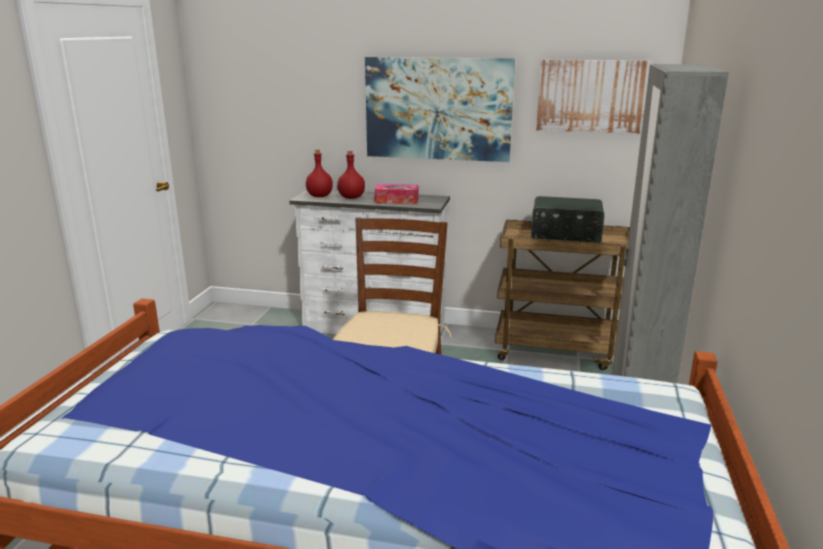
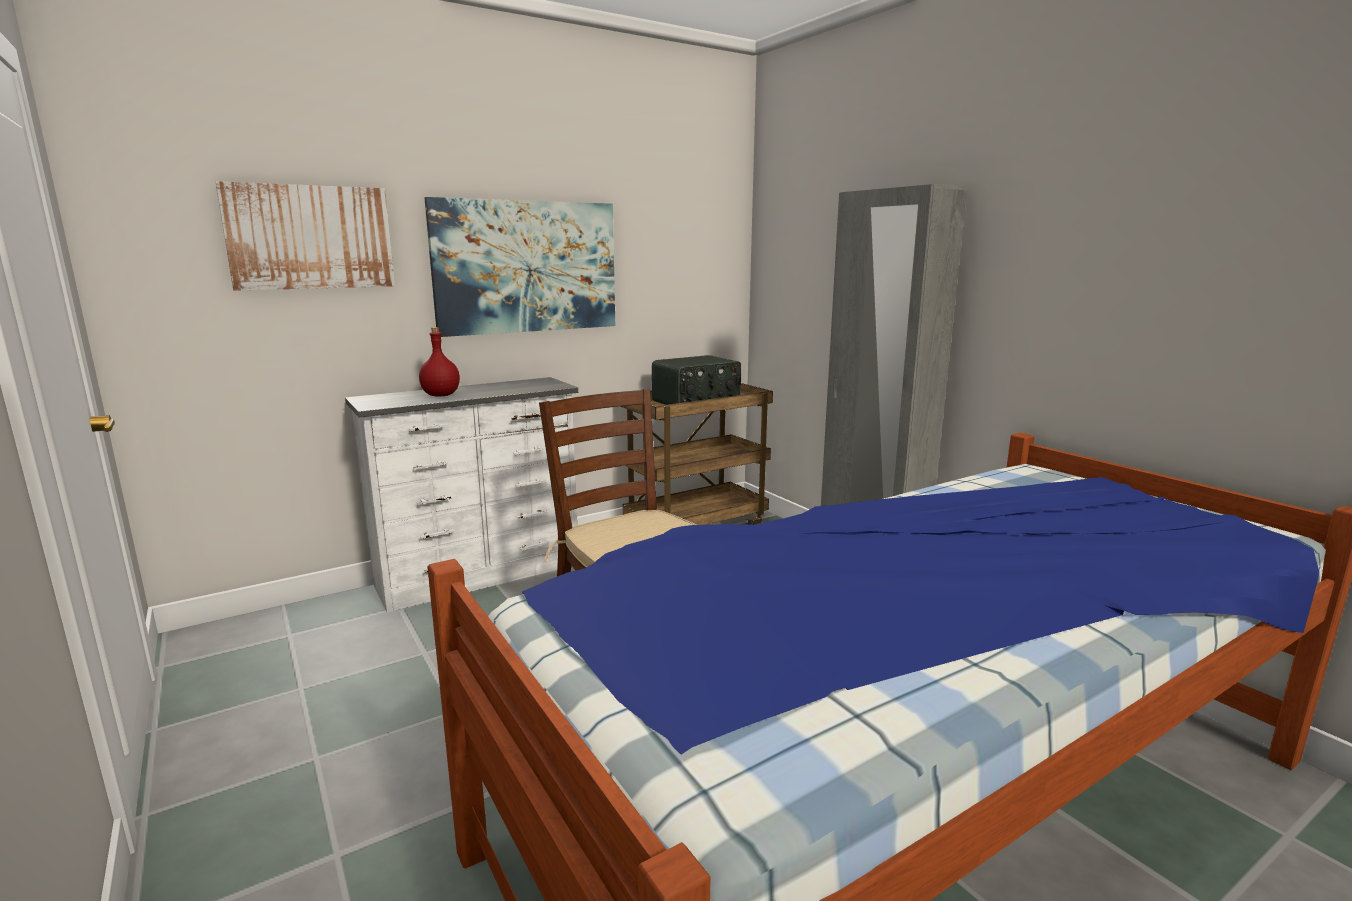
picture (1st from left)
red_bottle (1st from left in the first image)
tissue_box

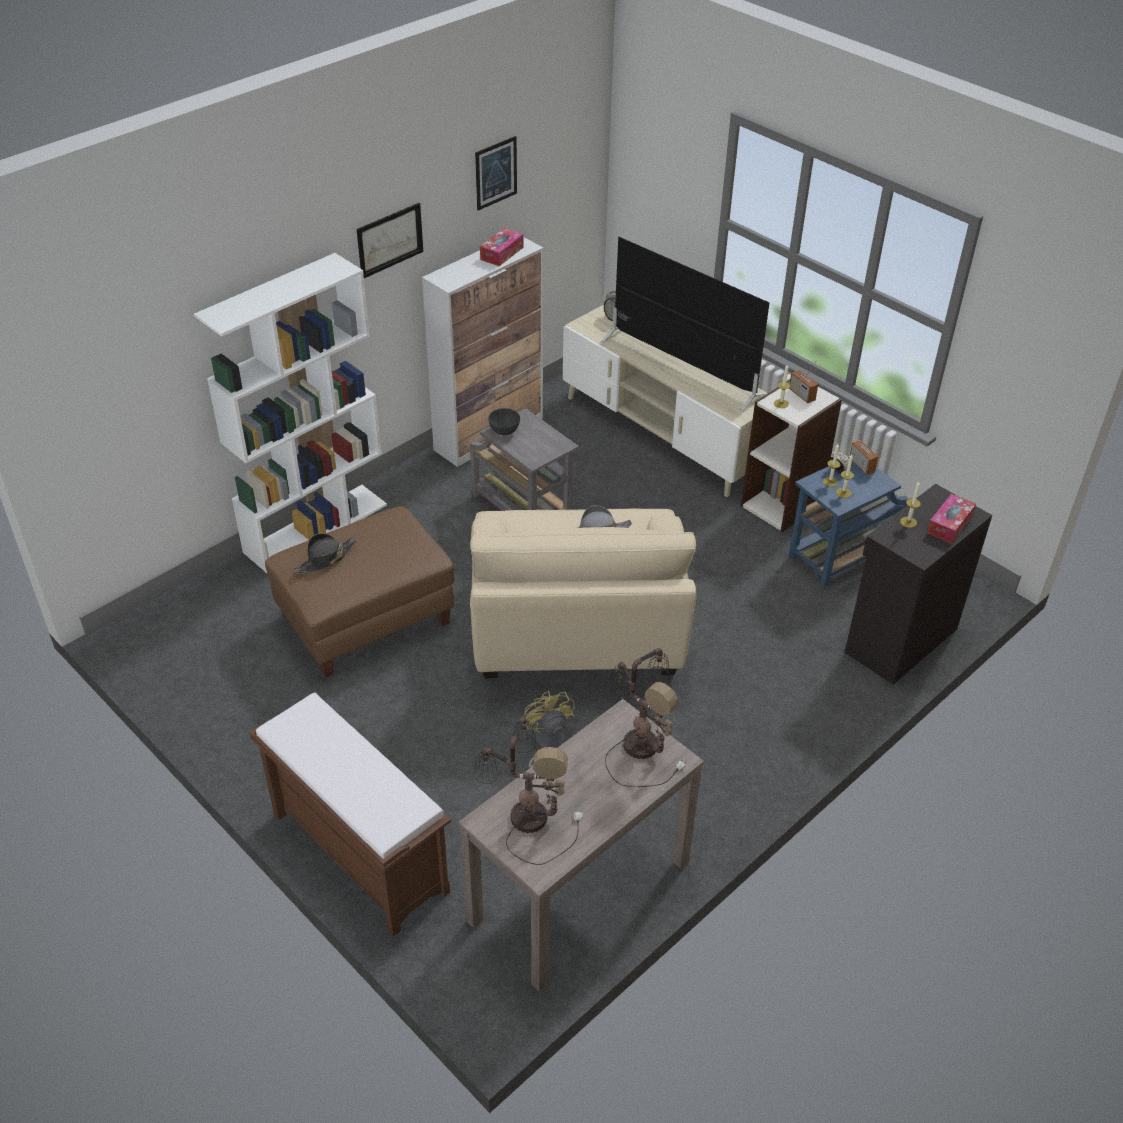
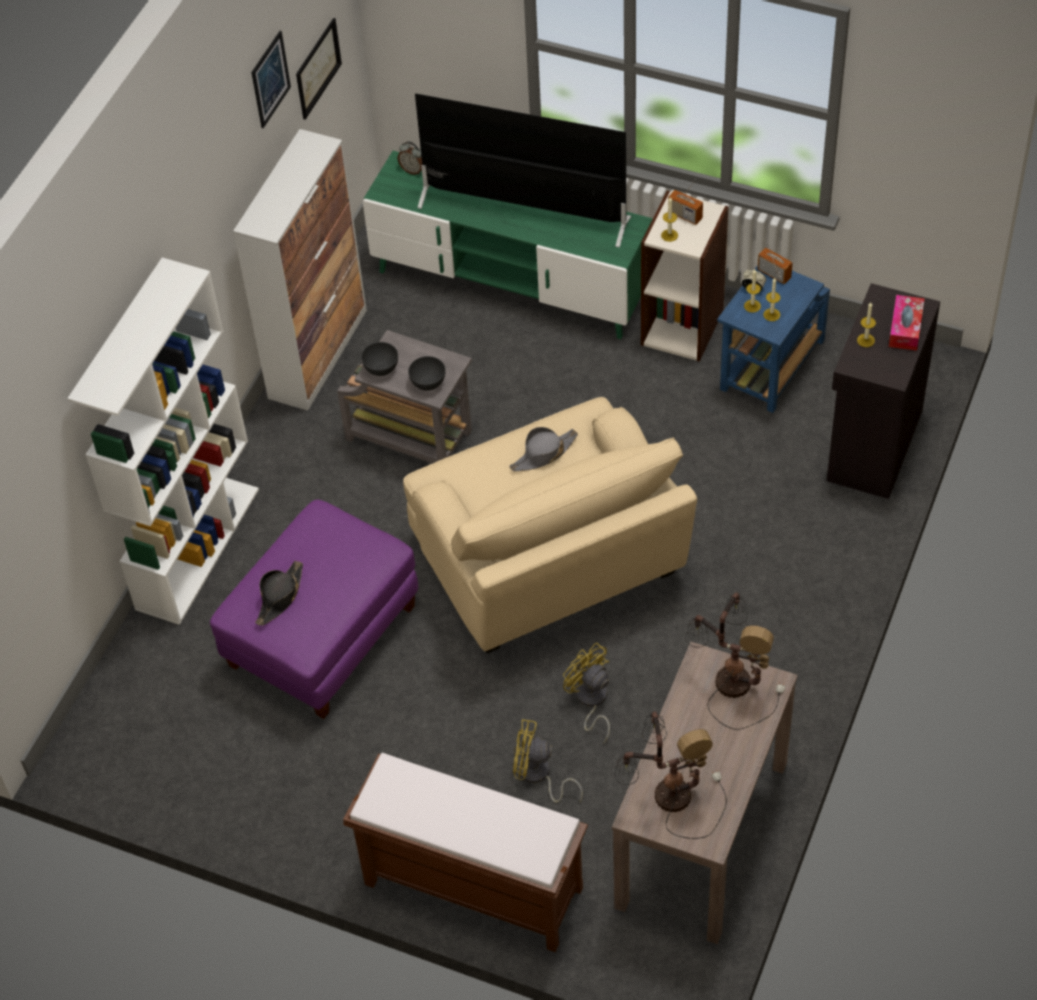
purple_ottoman
picture (2nd from left)
green_tv_stand
grey_bowl (2nd from left)
yellow_fan (1st from left)
tissue_box (1st from left in the first image)

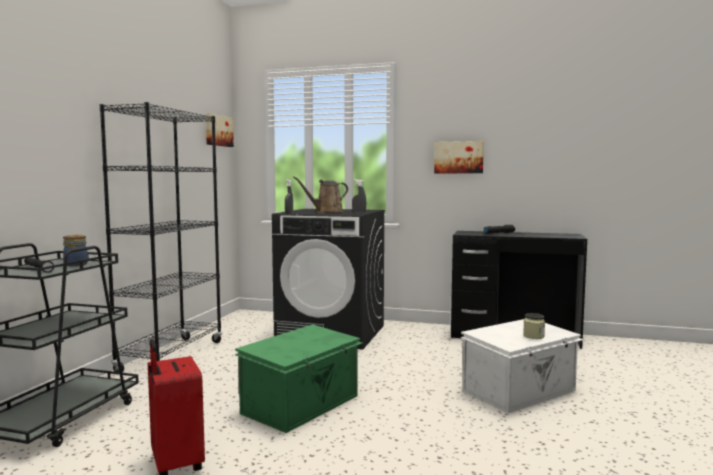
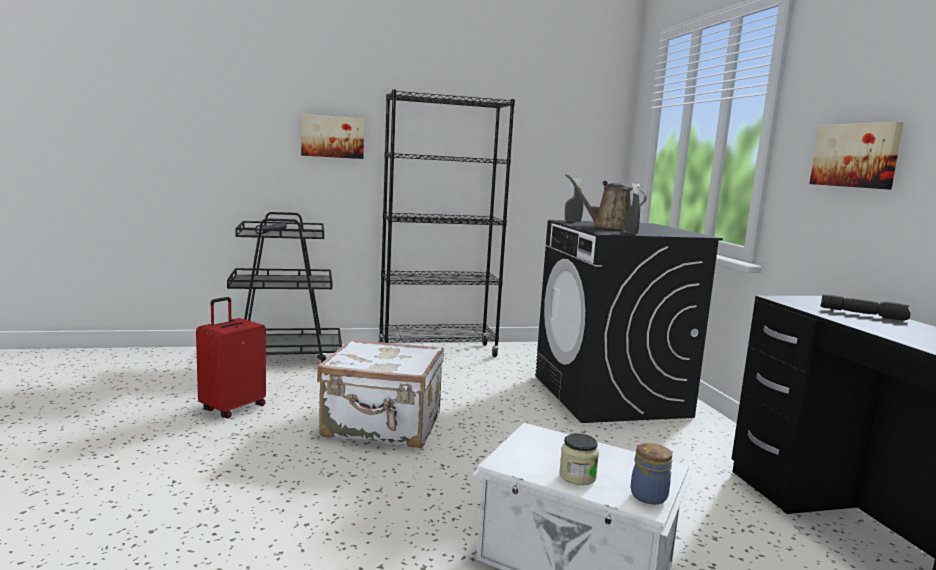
picture (1st from left)
white_suitcase
jar (2nd from left)

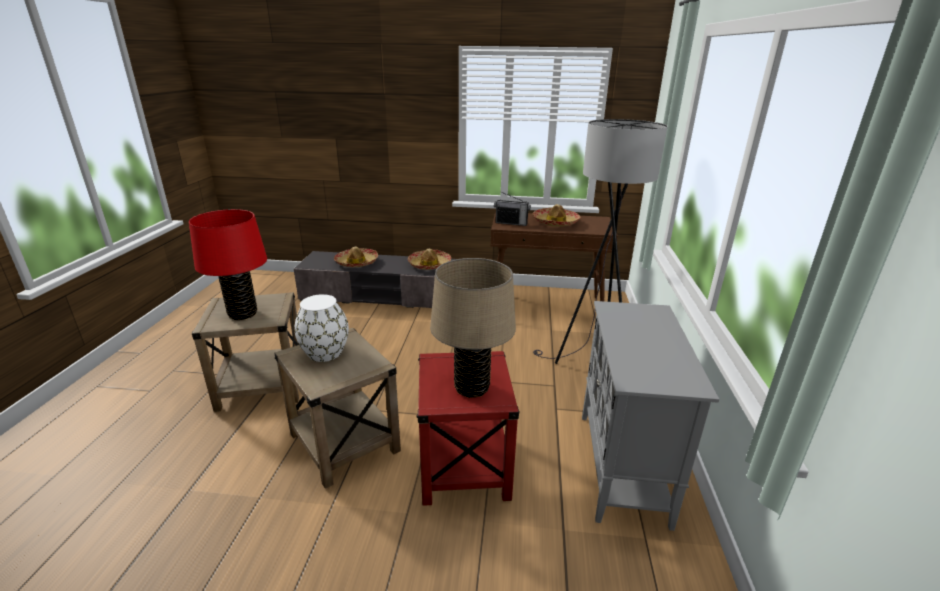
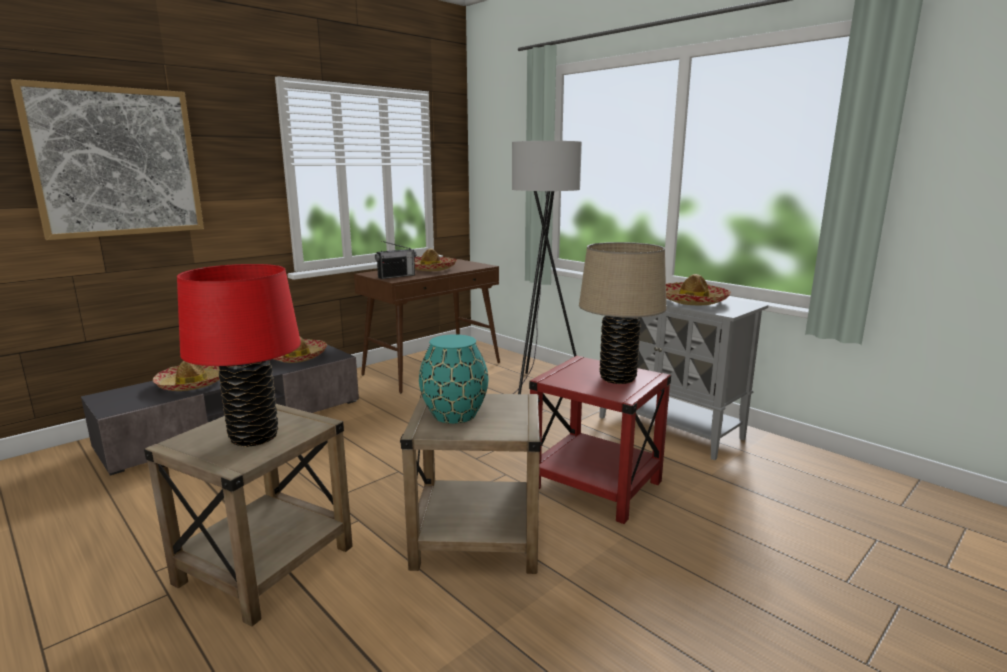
picture
turquoise_vase
hat (4th from left)

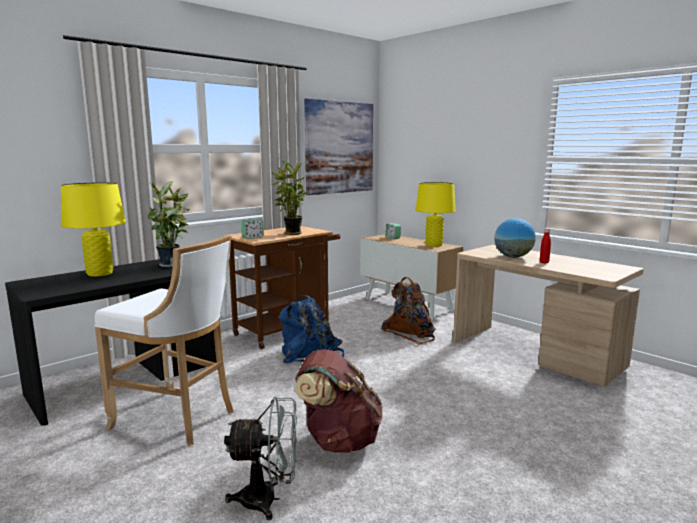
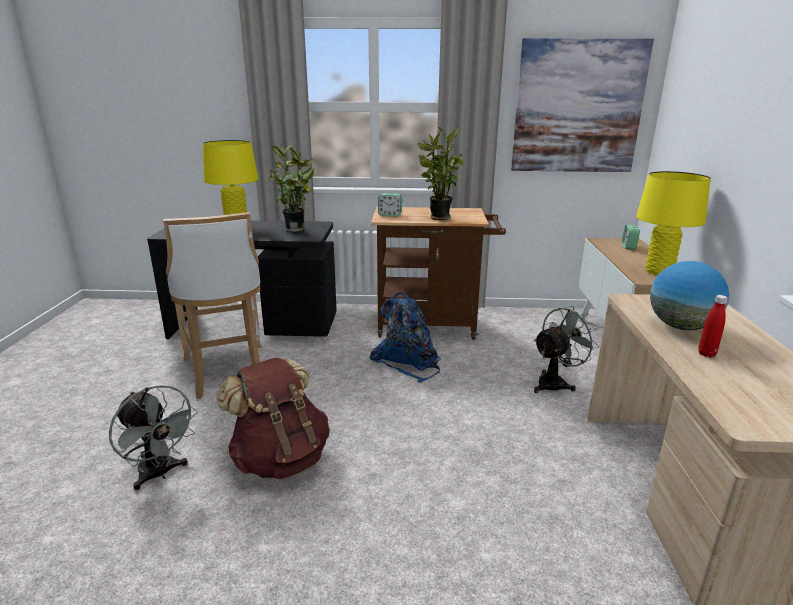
grey_fan (2nd from left)

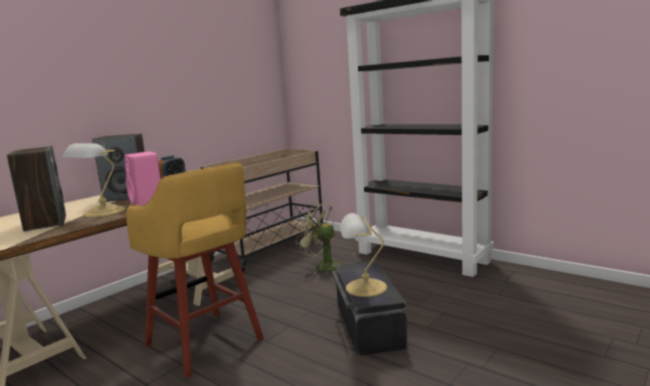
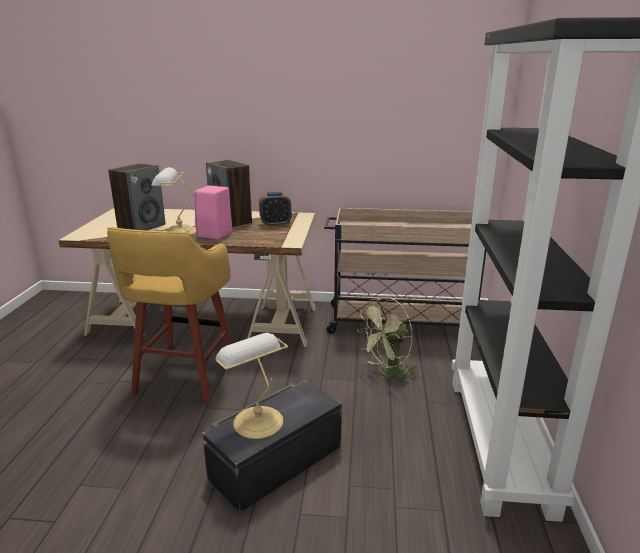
green_fan

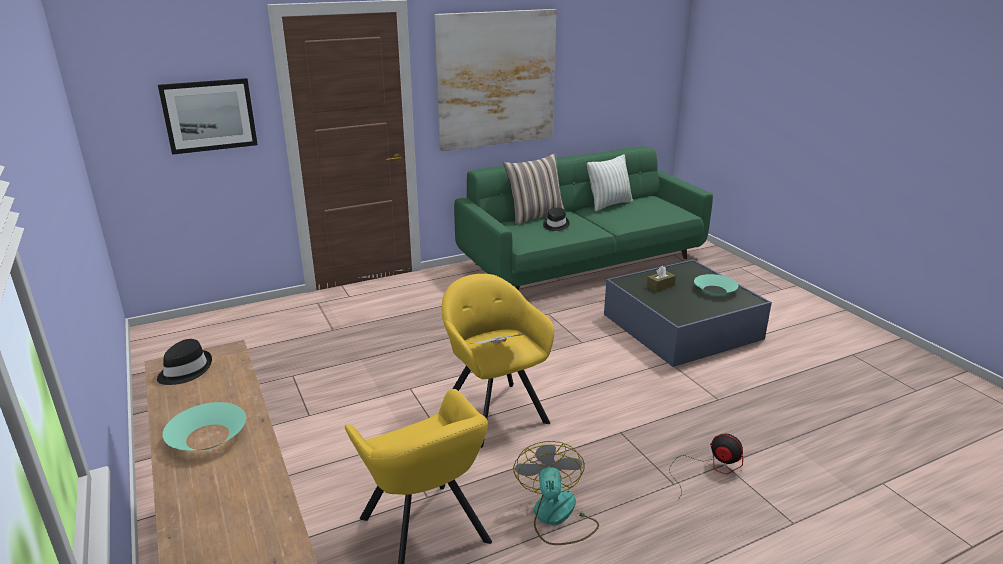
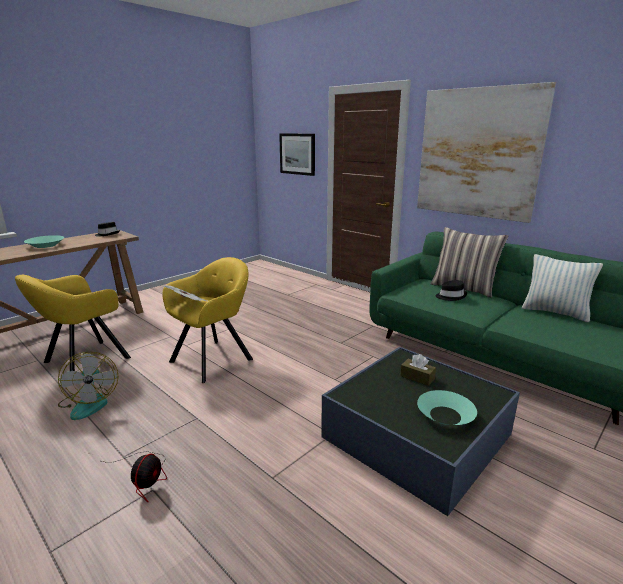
fan (1st from left)

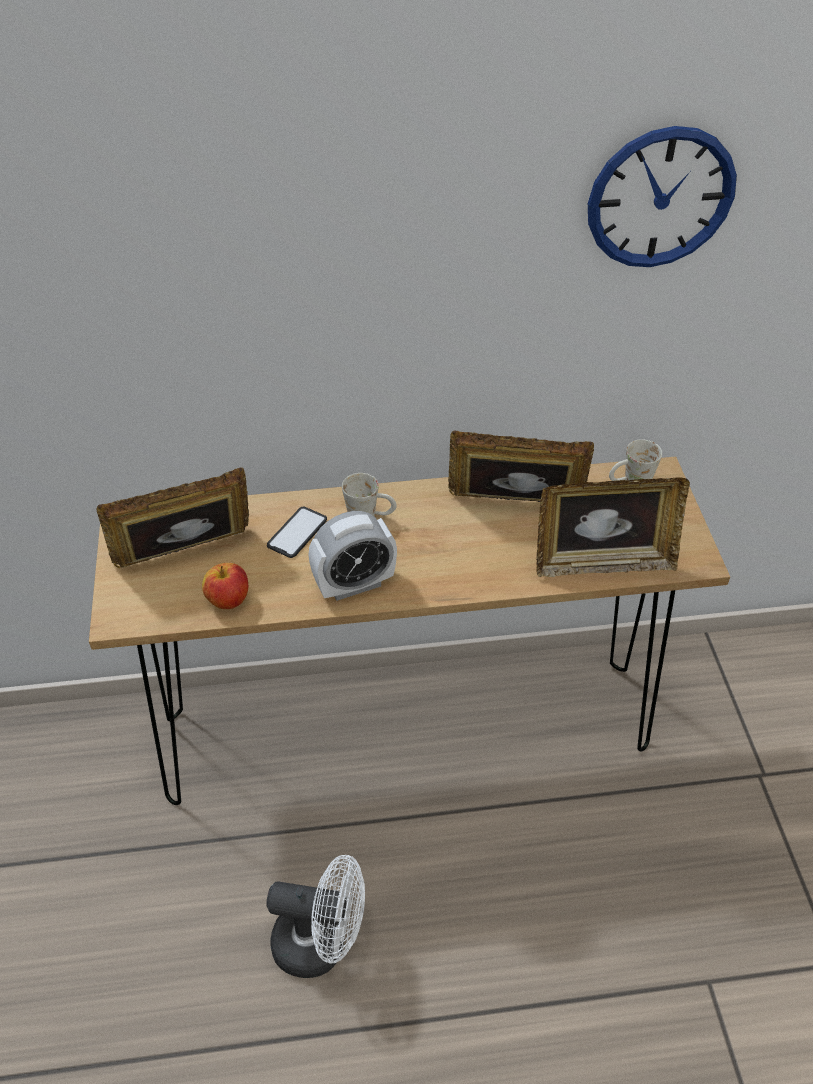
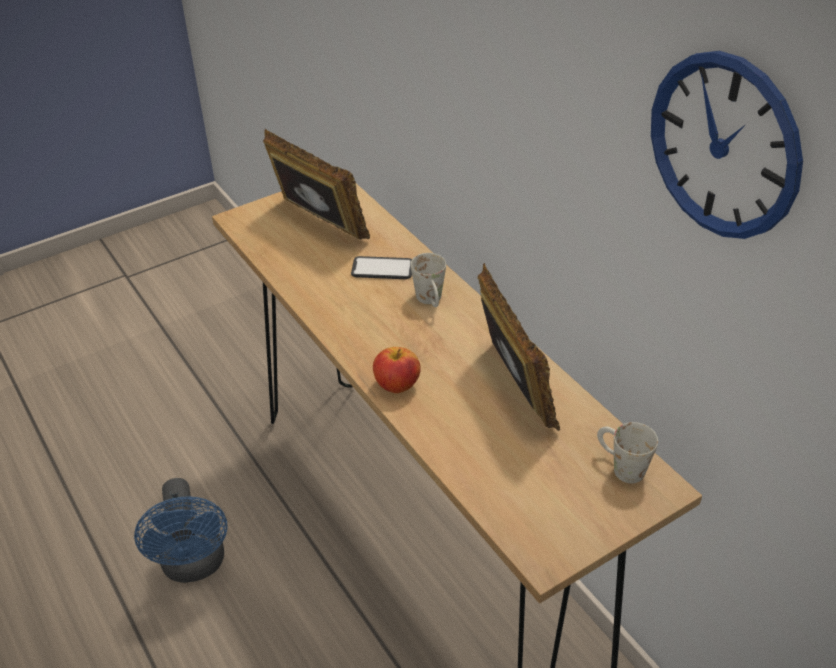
blue_fan
apple
alarm_clock
picture_frame (3rd from left in the first image)

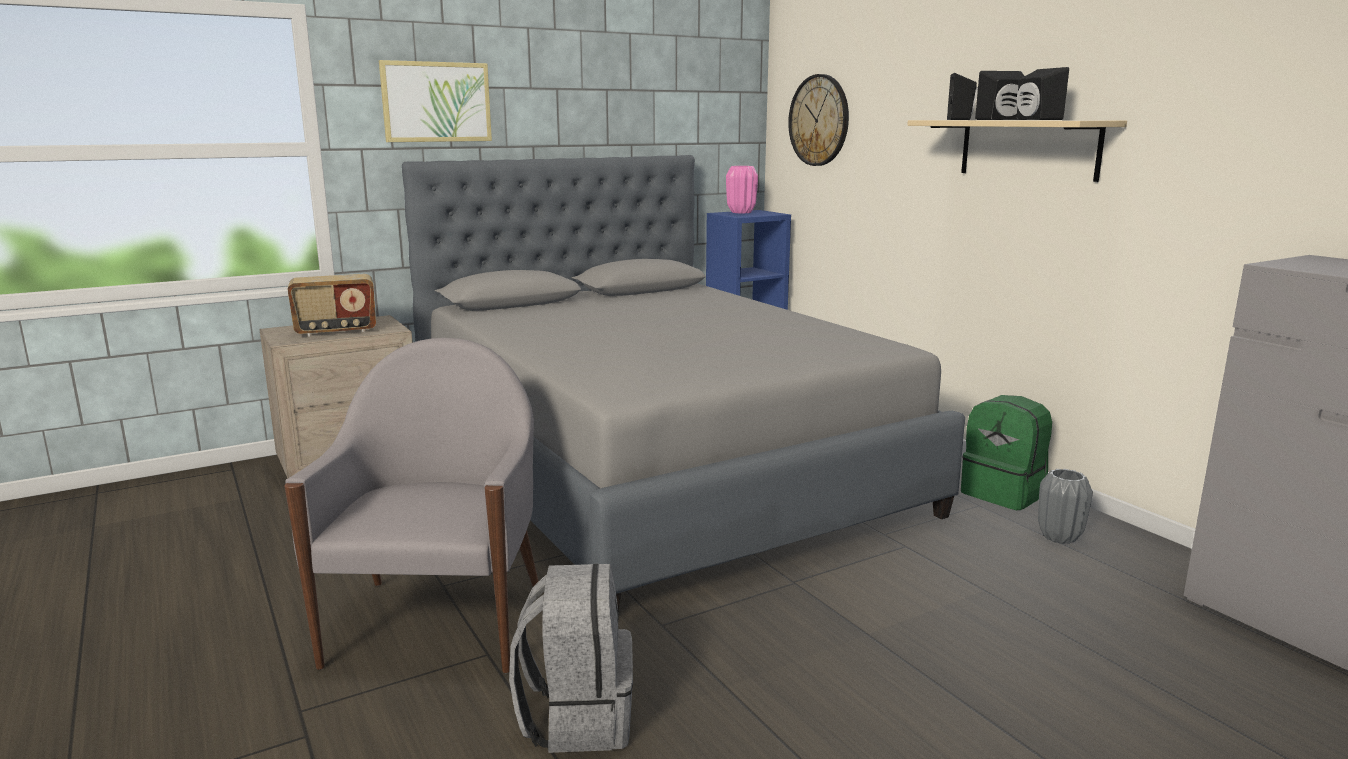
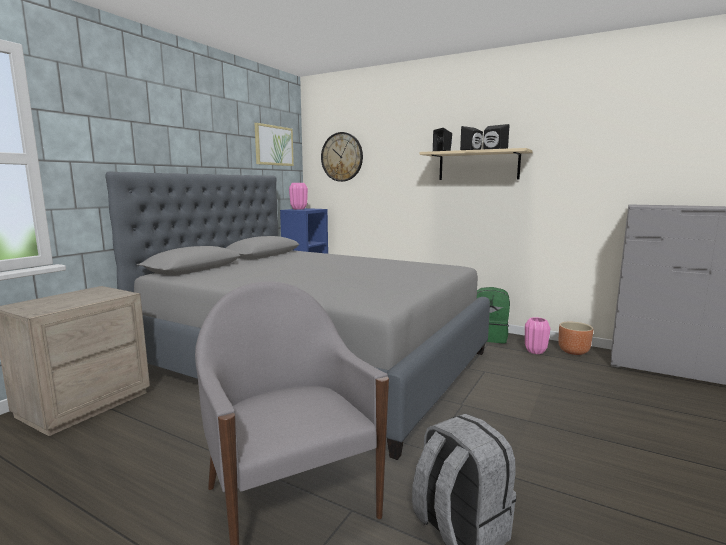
picture
pink_vase (2nd from left)
brown_planter
radio

